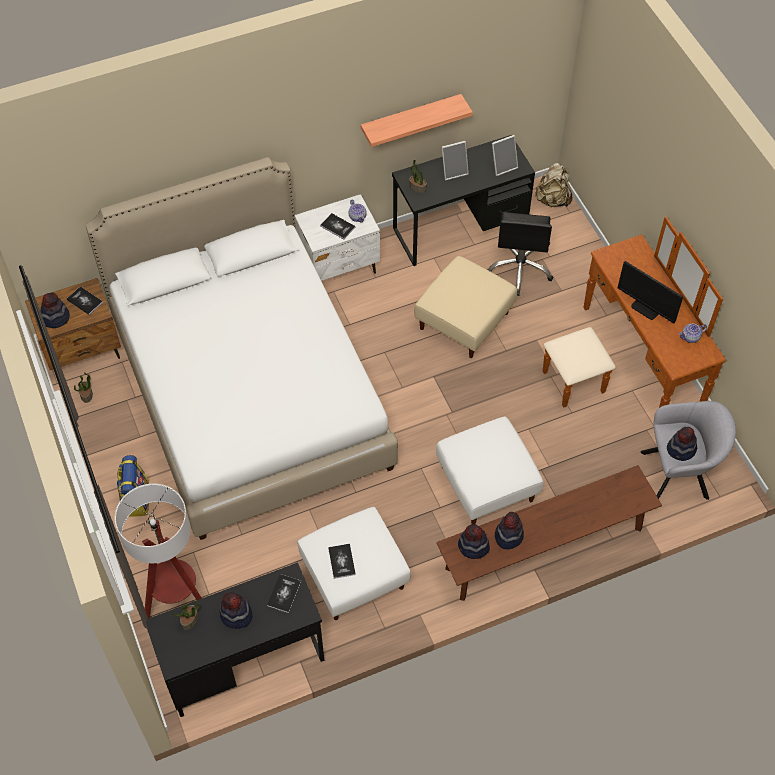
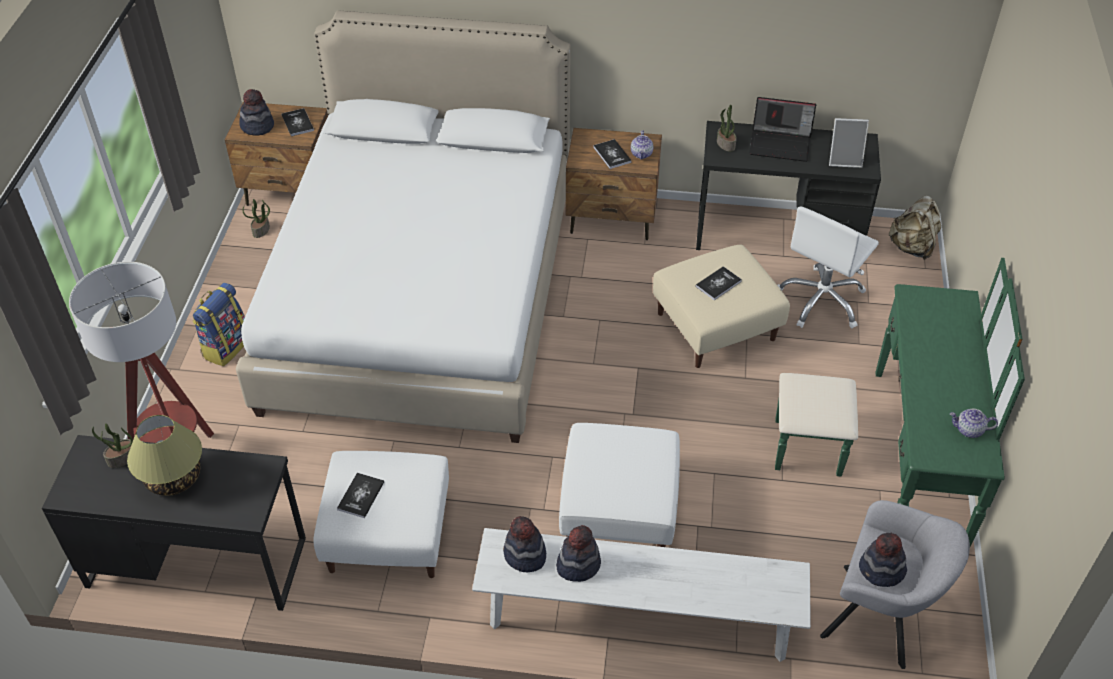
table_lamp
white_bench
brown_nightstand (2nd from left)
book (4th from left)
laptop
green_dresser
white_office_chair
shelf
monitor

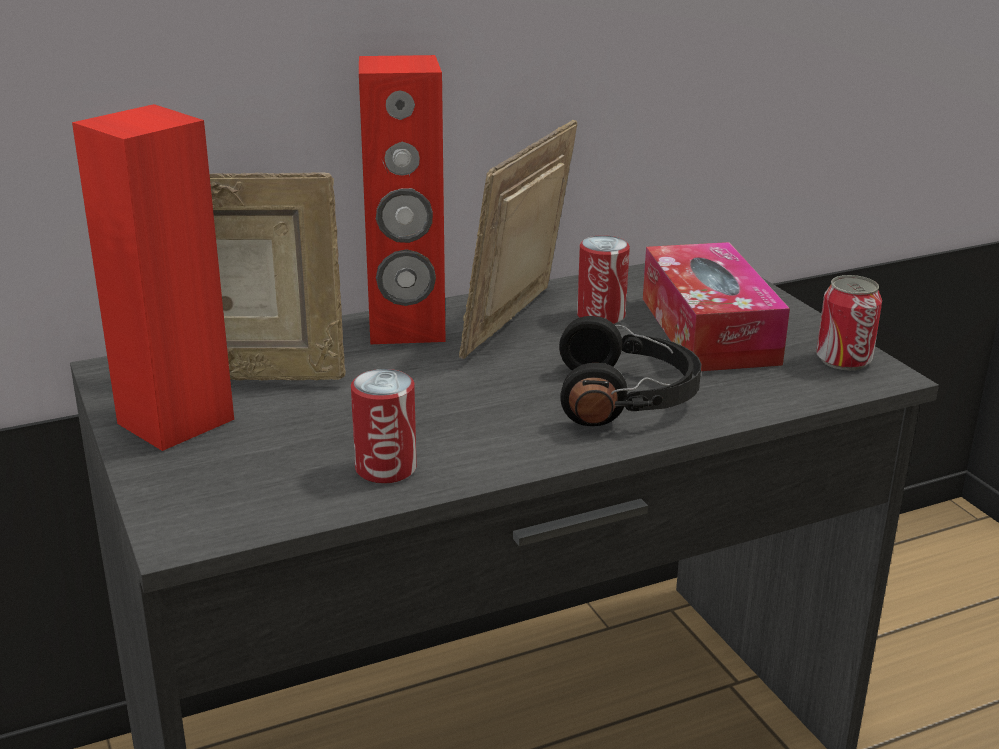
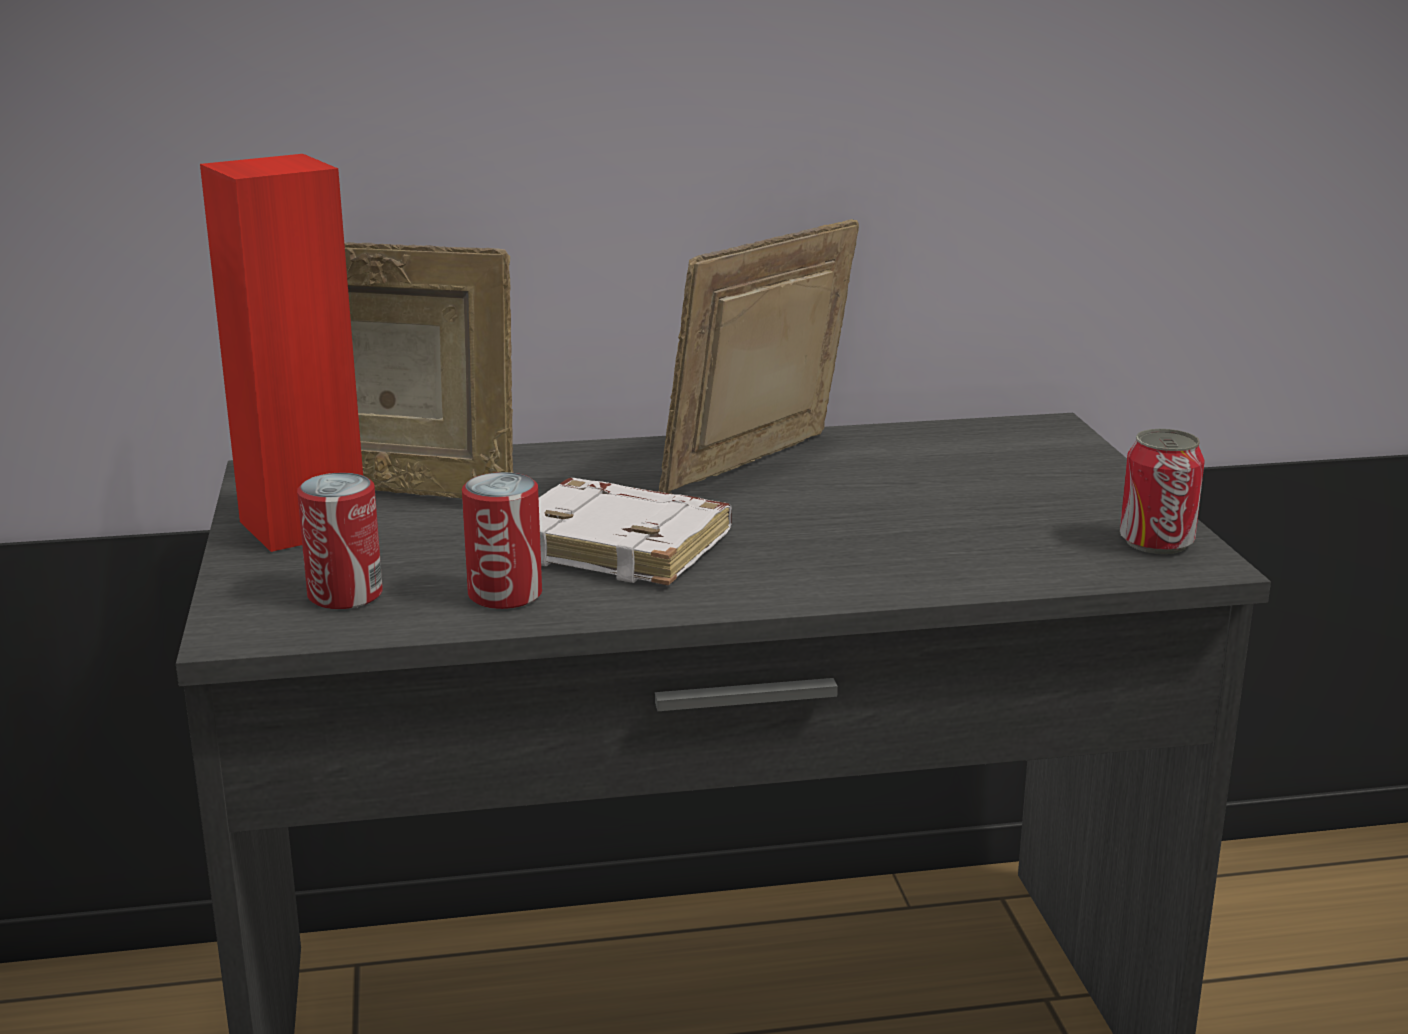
can (1st from left)
white_book
red_speaker (2nd from left in the first image)
black_headphones
tissue_box

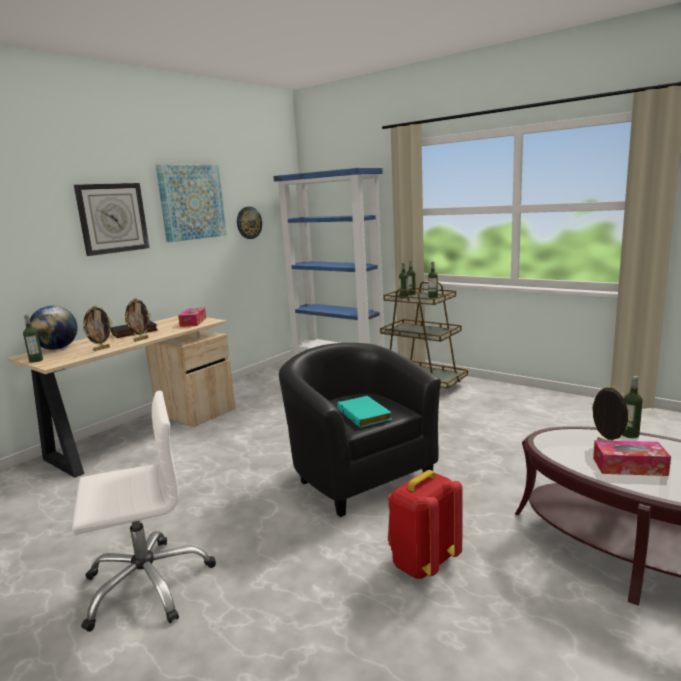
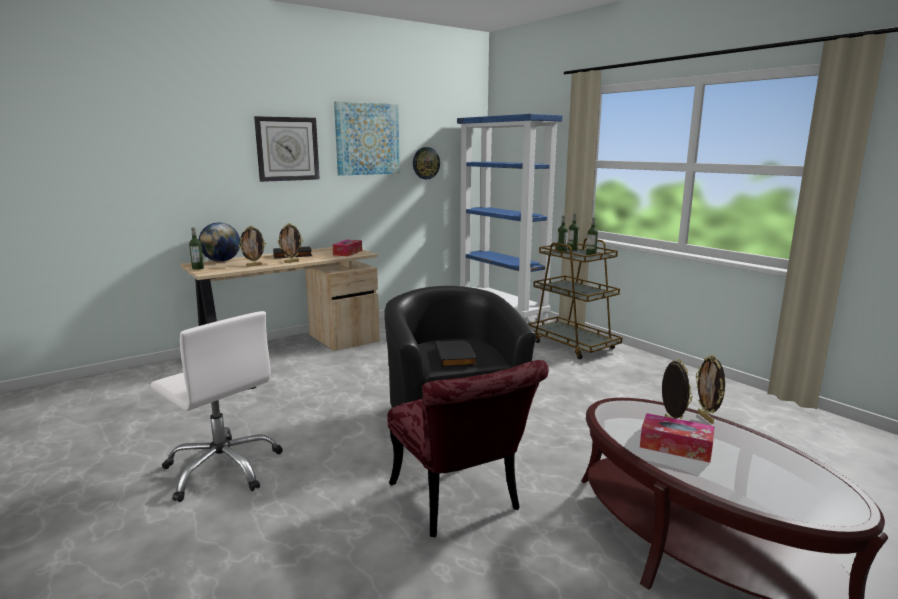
white_office_chair
red_chair
black_book (2nd from left)
picture_frame (4th from left)

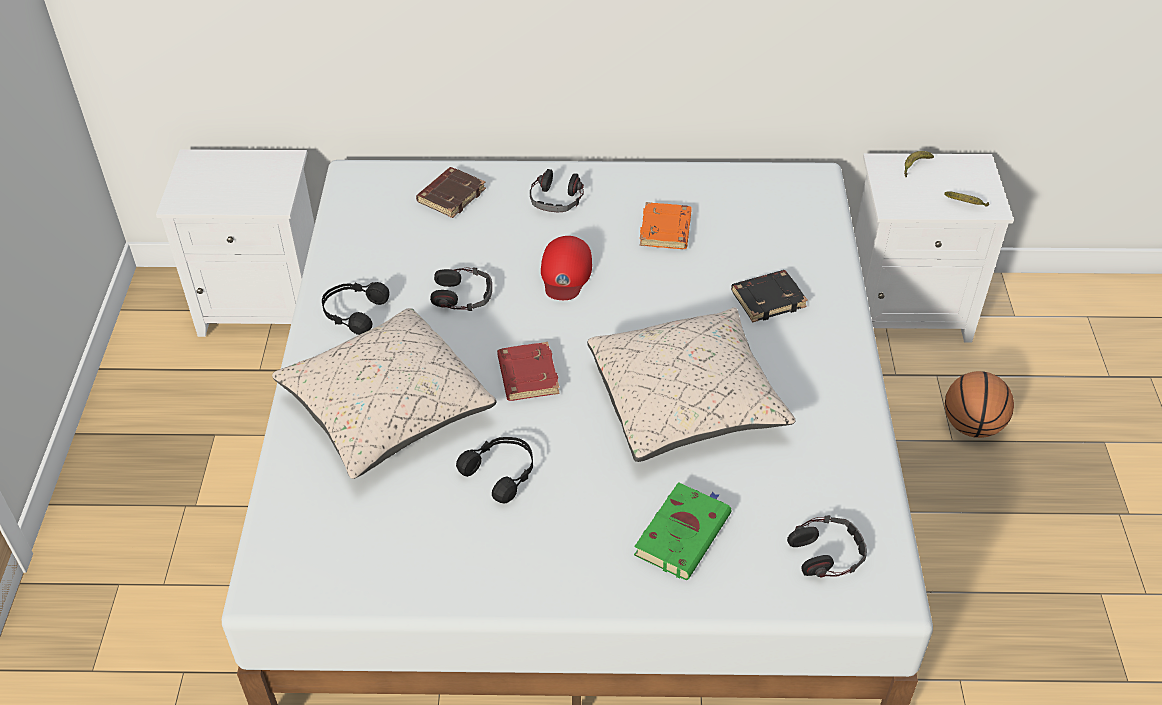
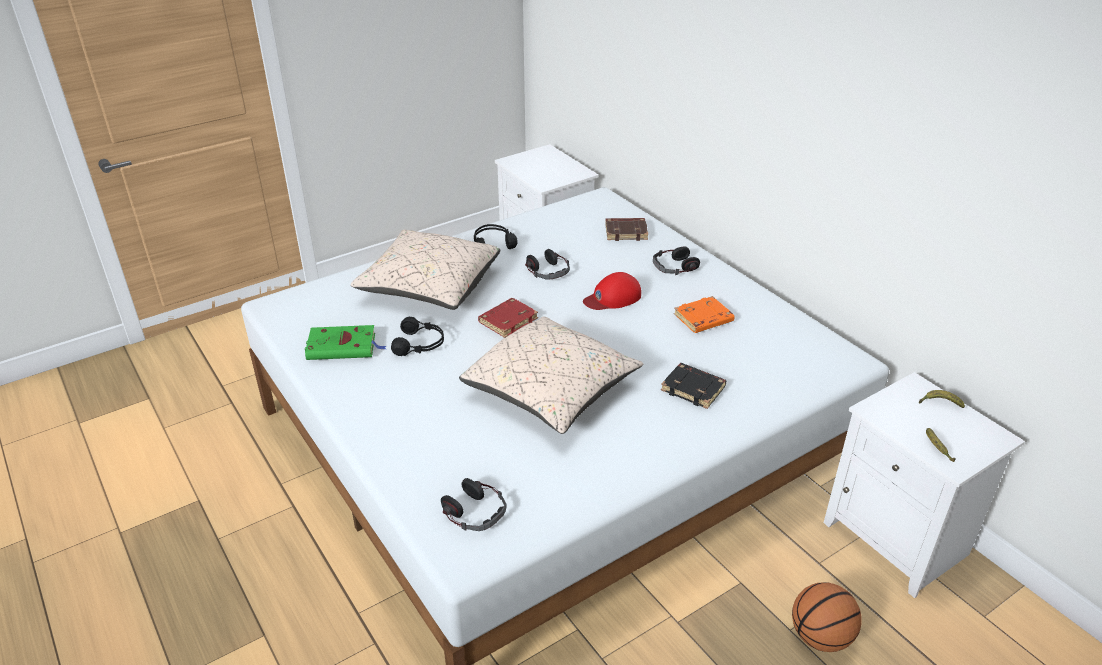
green_book

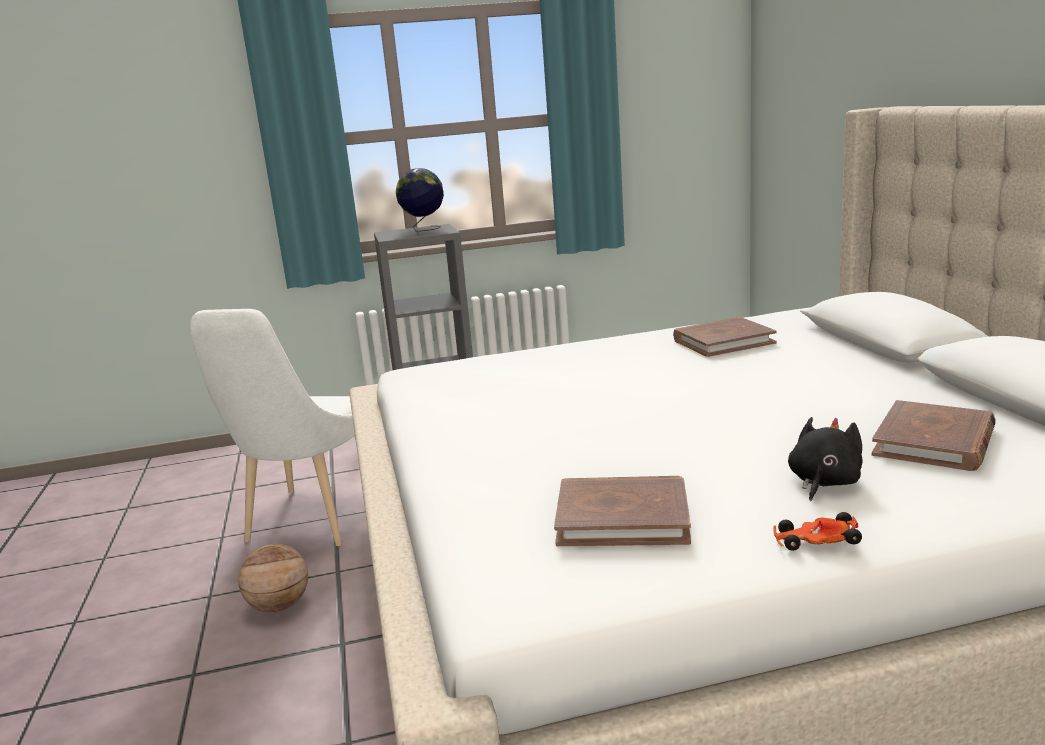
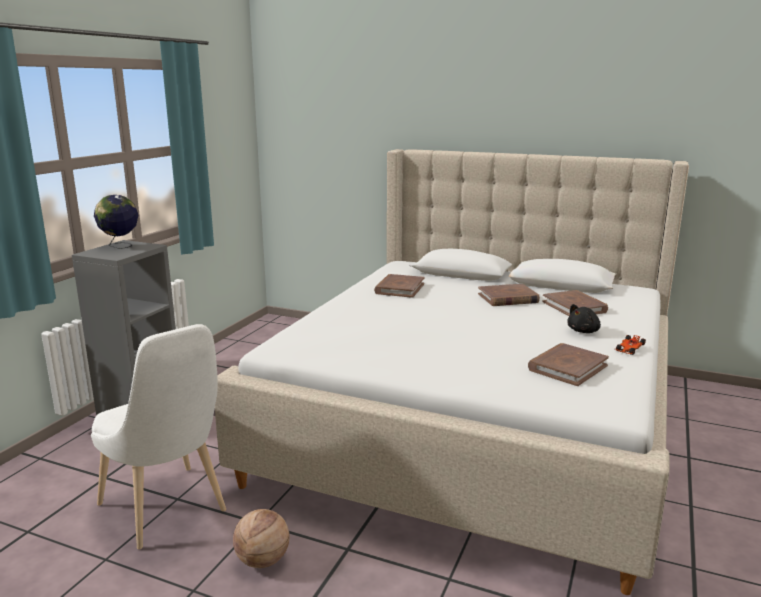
brown_book (2nd from left)
black_plush_toy

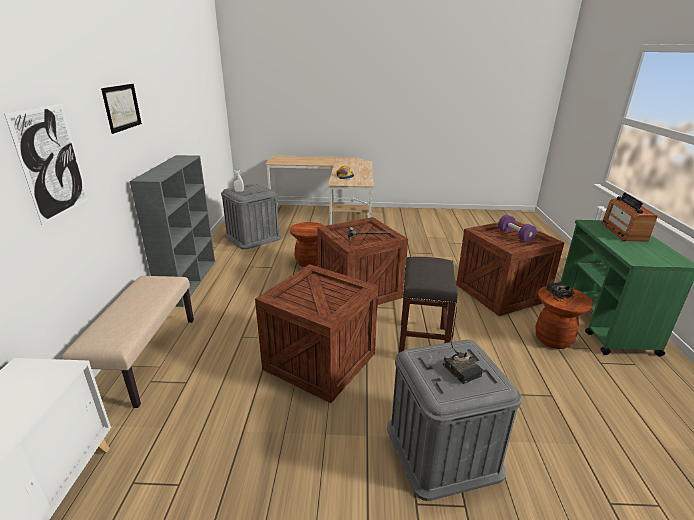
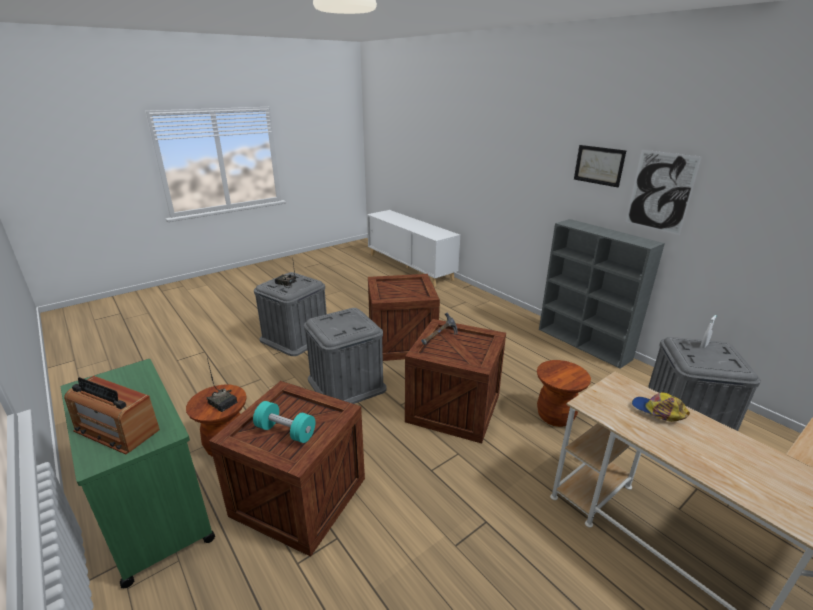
radio (1st from left)
turquoise_dumbbell
grey_storage_box (2nd from left)
picture (2nd from left)
beige_bench

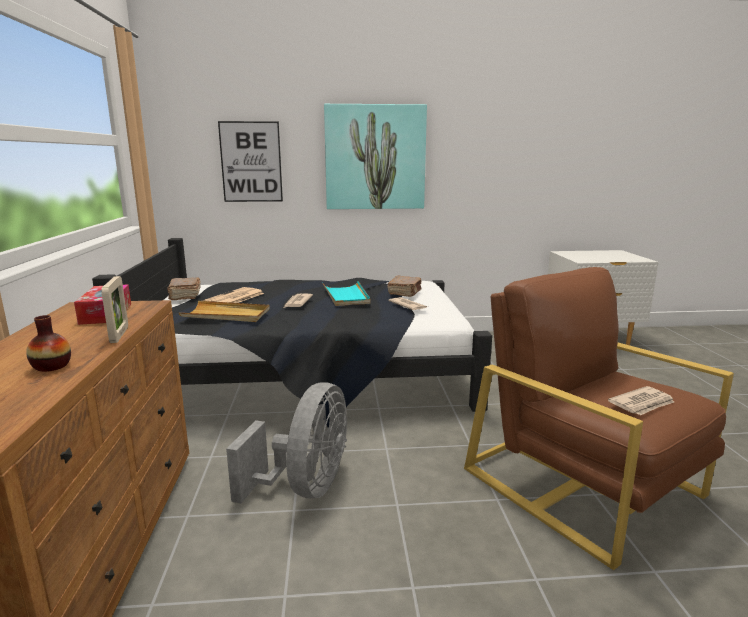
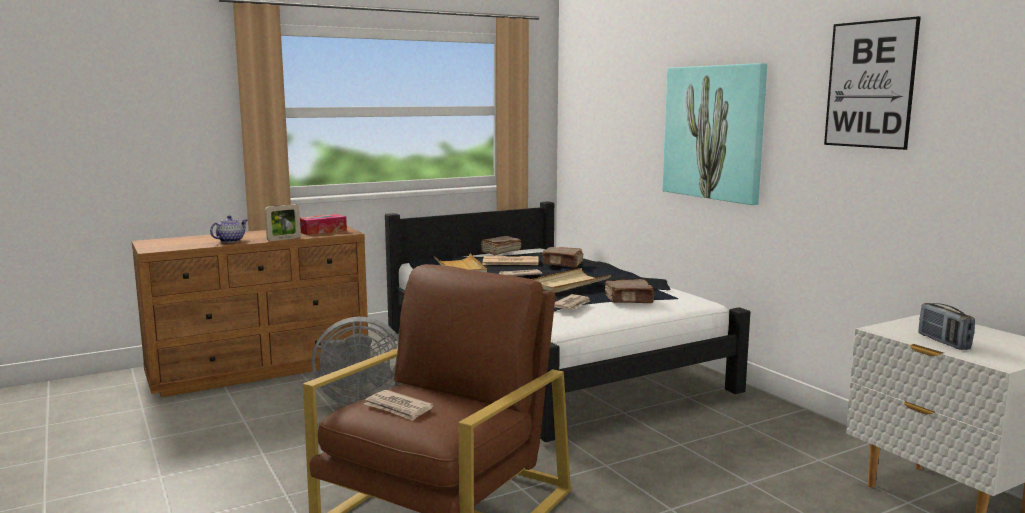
teapot
beige_tray (2nd from left)
brown_book (2nd from left)
picture (2nd from left)
radio

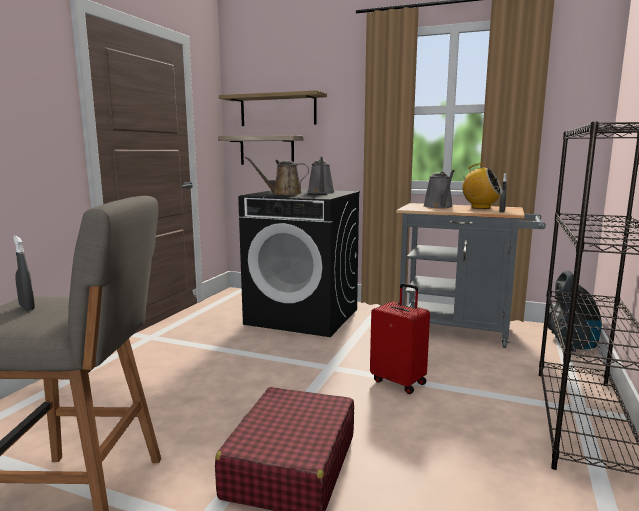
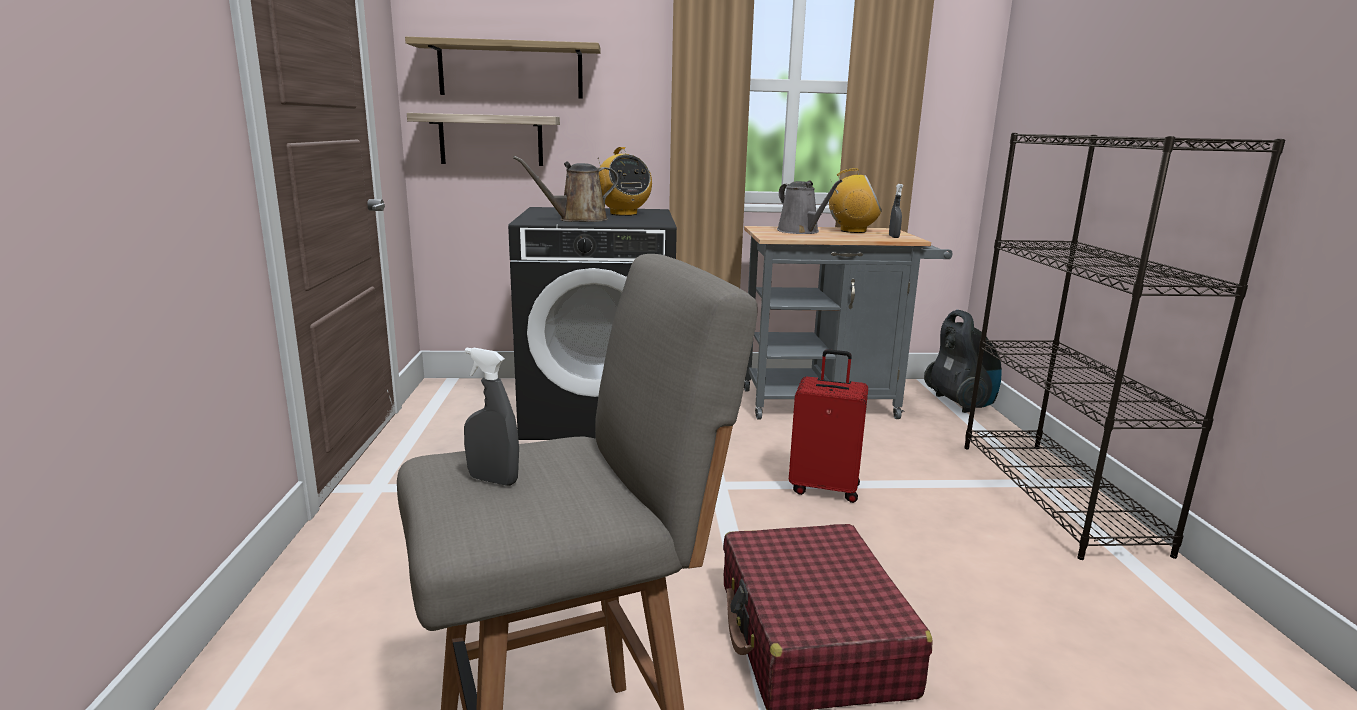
radio (1st from left)

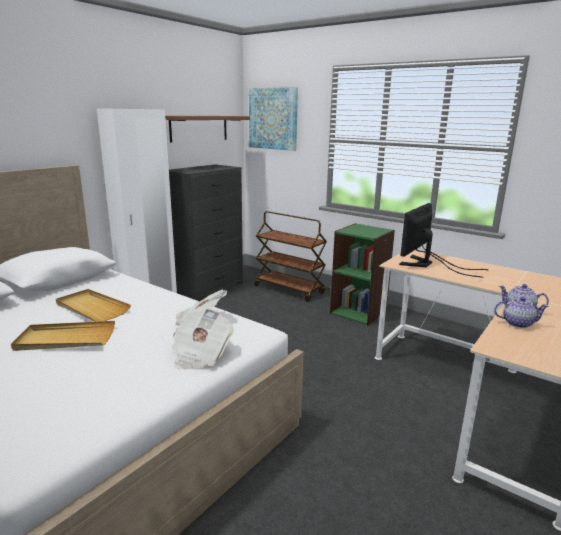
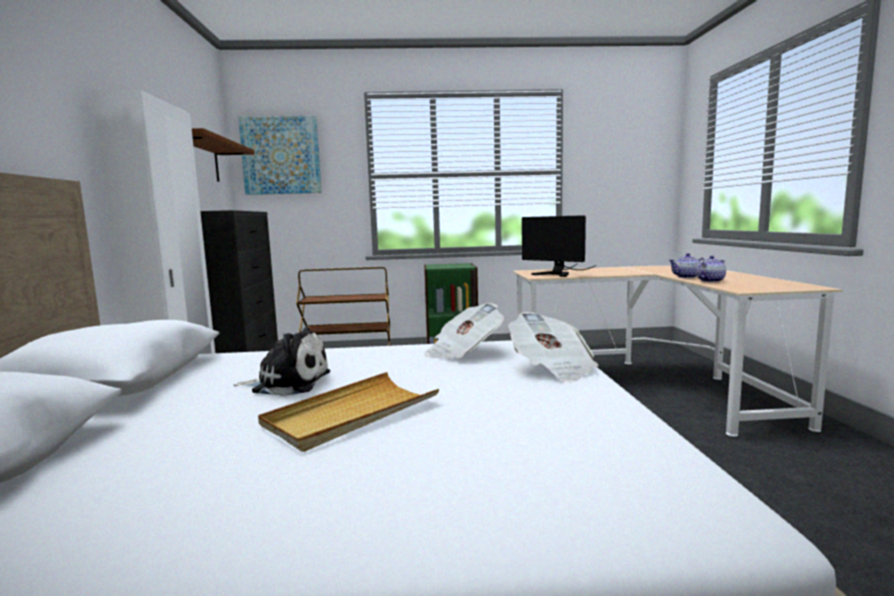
plush_toy
monitor

